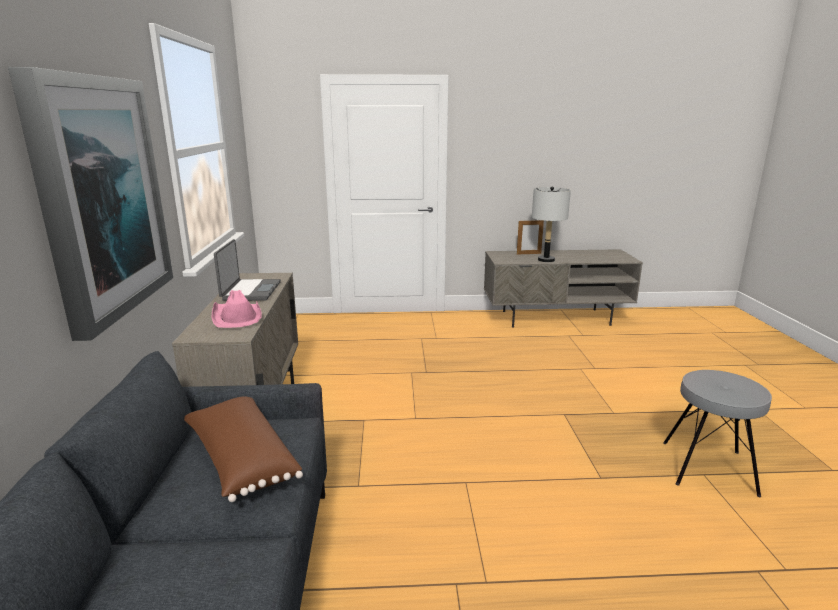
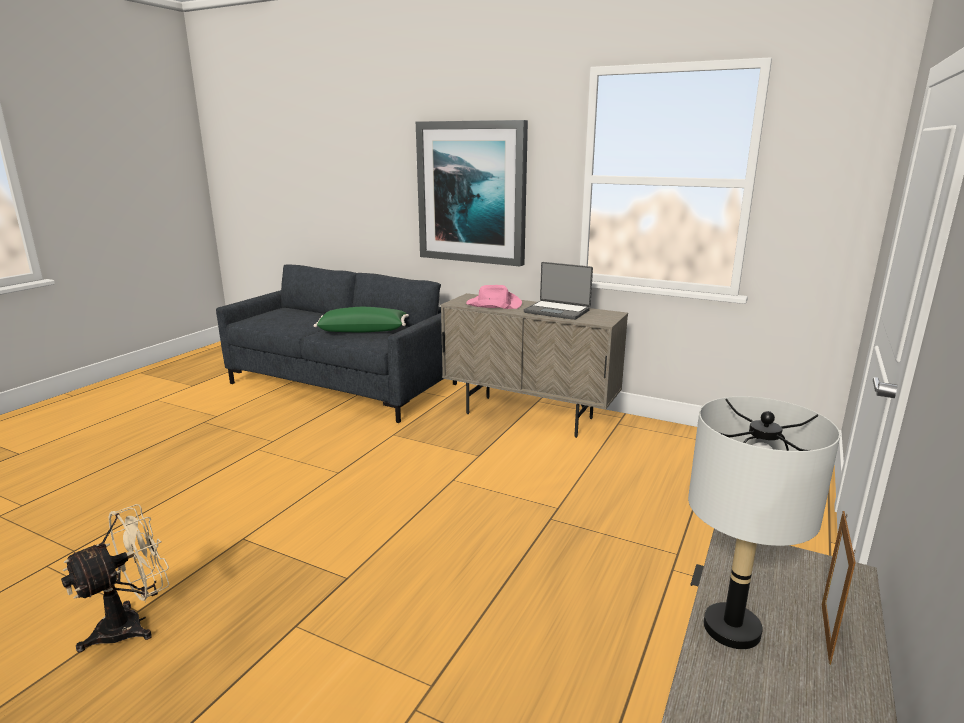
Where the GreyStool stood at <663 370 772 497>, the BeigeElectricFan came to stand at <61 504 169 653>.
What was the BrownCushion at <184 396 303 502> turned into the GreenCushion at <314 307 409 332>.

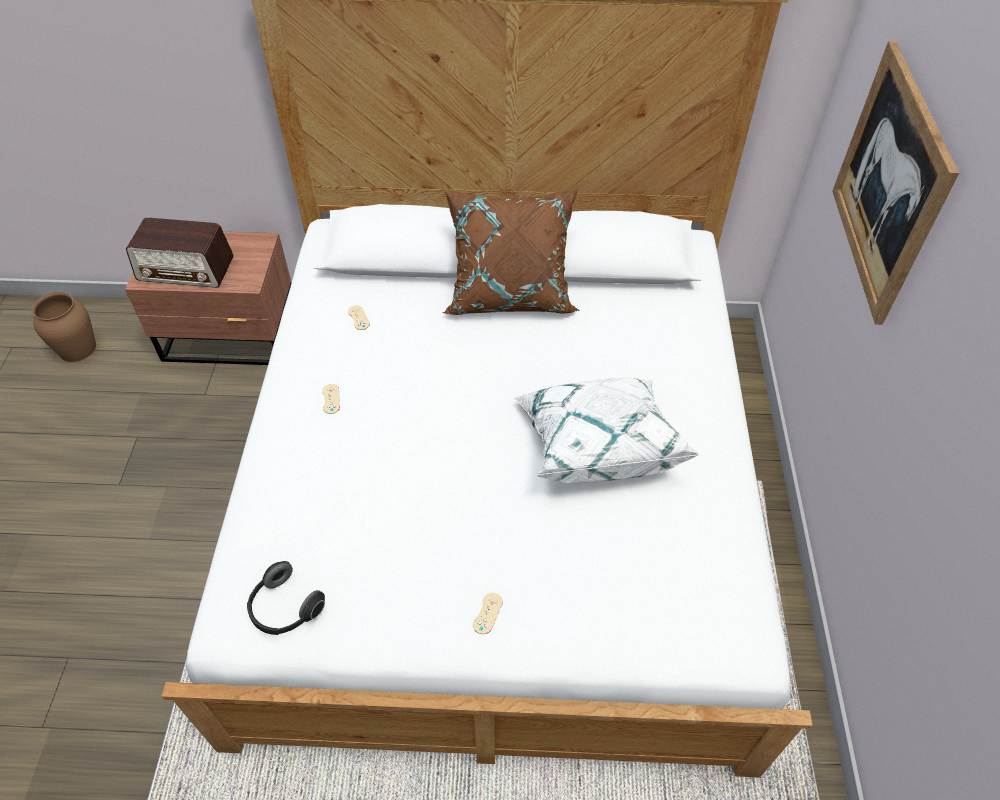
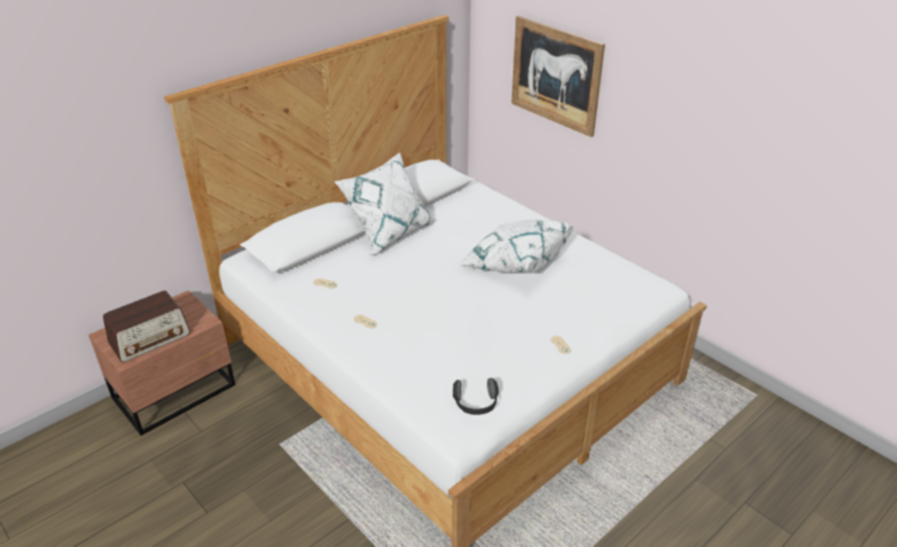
What was the BrownCushion at <443 189 580 315> turned into the WhiteColouredCushion at <334 153 436 255>.
The second view lost the BrownDecorativeVase at <32 292 96 362>.

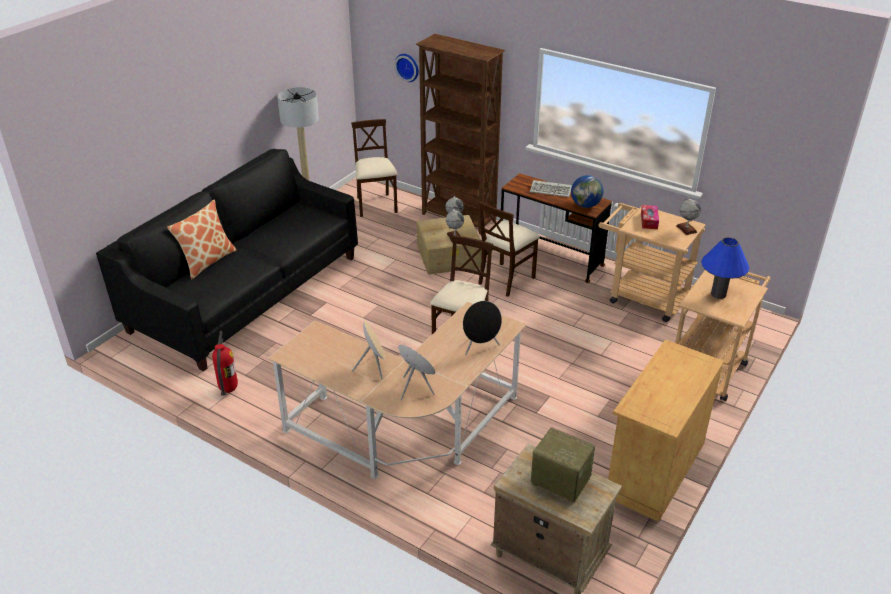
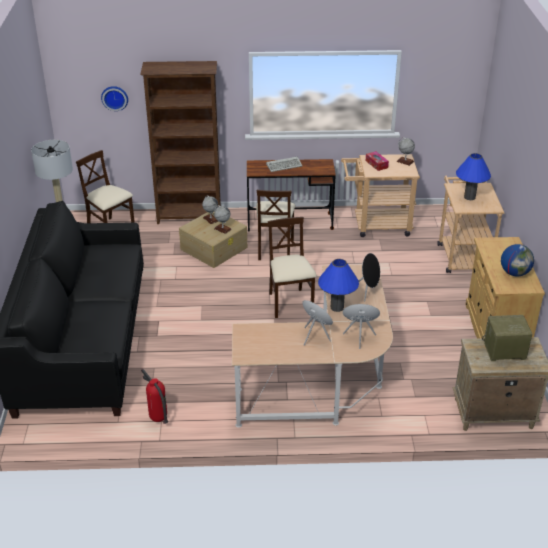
The second view gained the BluishTabletopLamp at <318 259 359 312>.
The Globe ended up elsewhere, having gone from <571 175 604 208> to <501 244 534 276>.
The second view lost the Cushion at <167 200 237 279>.

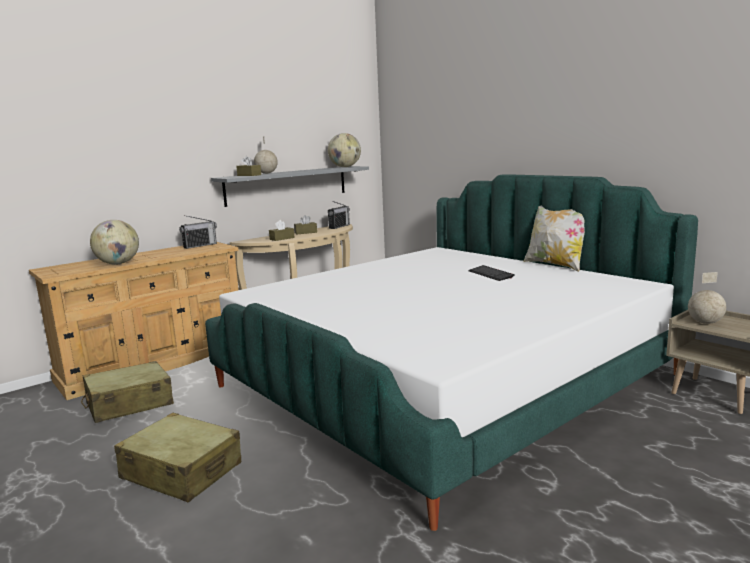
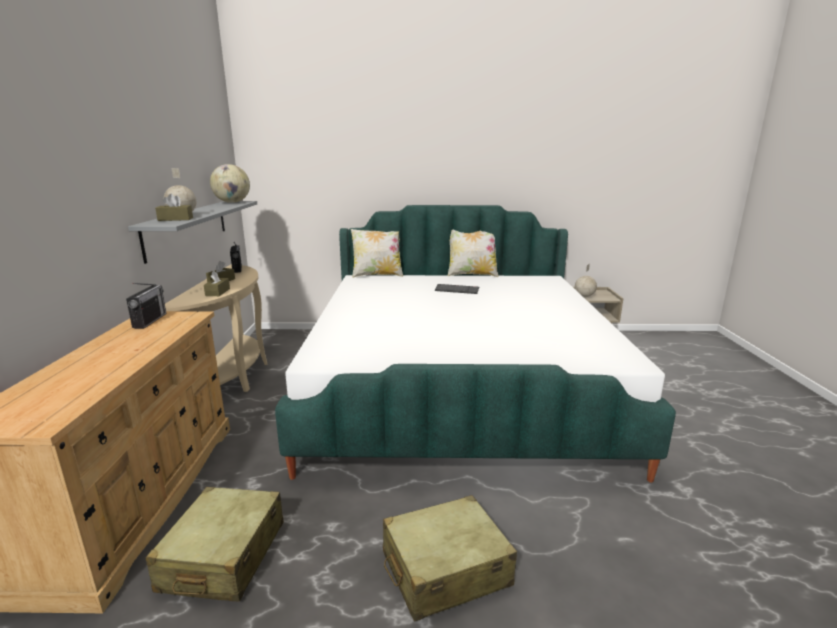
The second view gained the Cushion at <351 229 403 278>.
The second view lost the Globe at <90 220 139 264>.

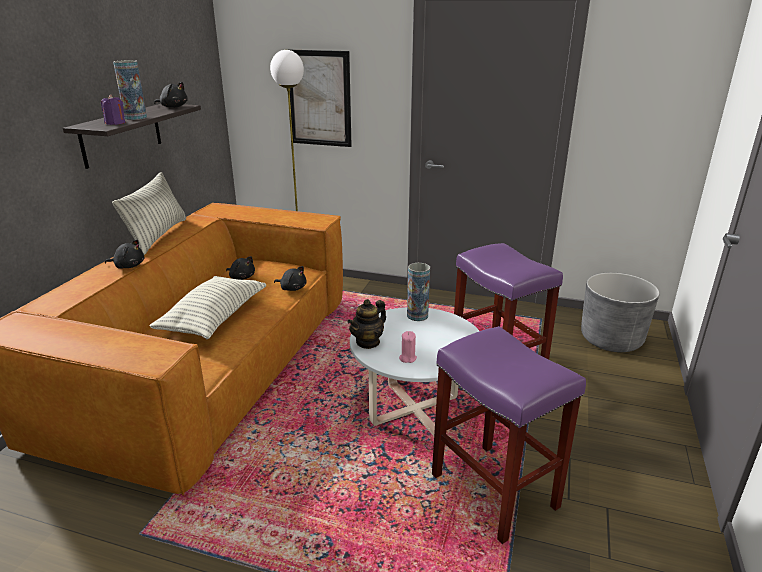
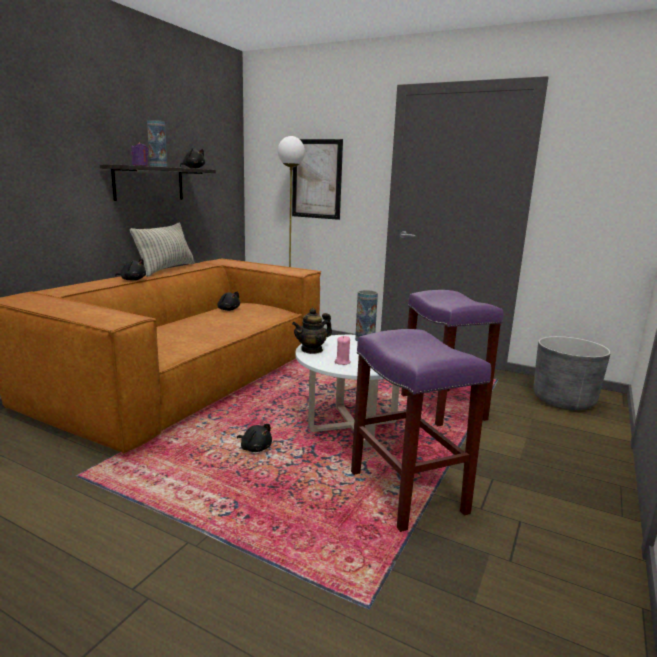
The BlackColouredPlushToy ended up elsewhere, having gone from <274 266 306 291> to <237 424 272 452>.
The second view lost the Cushion at <150 276 266 339>.

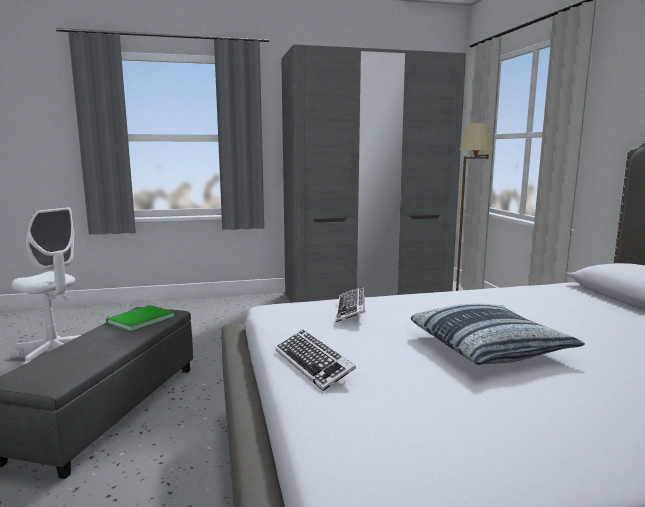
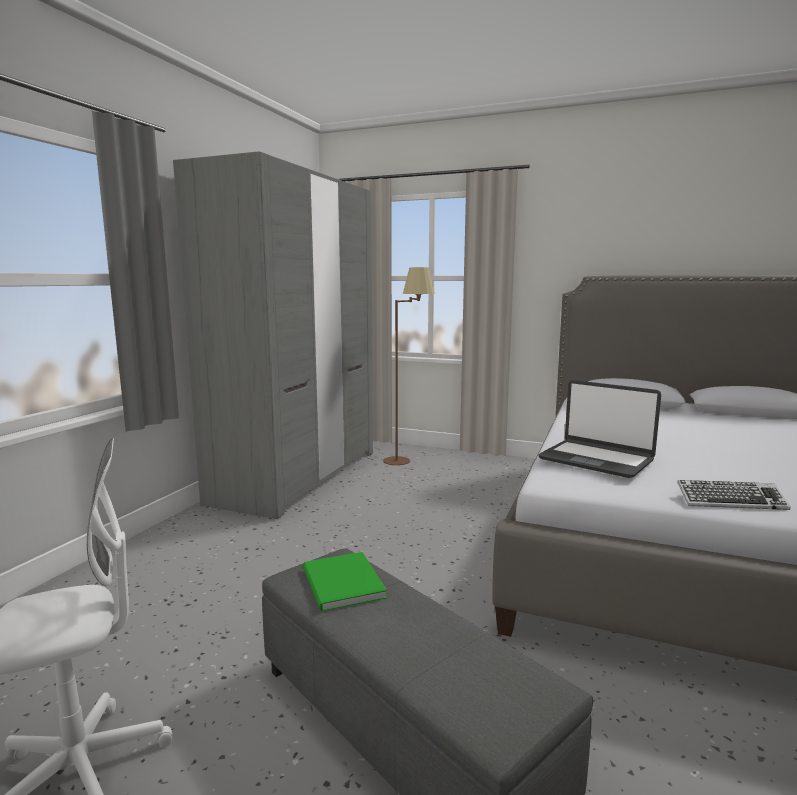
Where the PcKeyboard stood at <336 286 366 322>, the NotebookComputer came to stand at <538 380 661 478>.
The second view lost the Cushion at <411 304 585 365>.

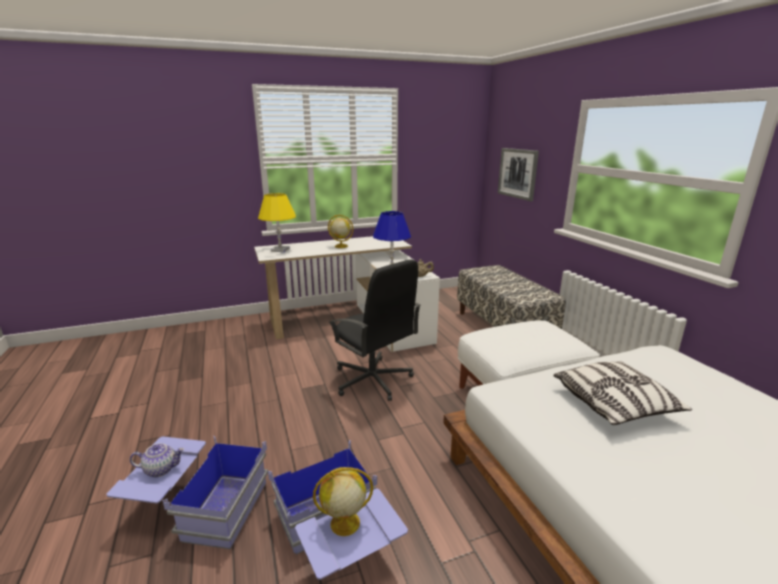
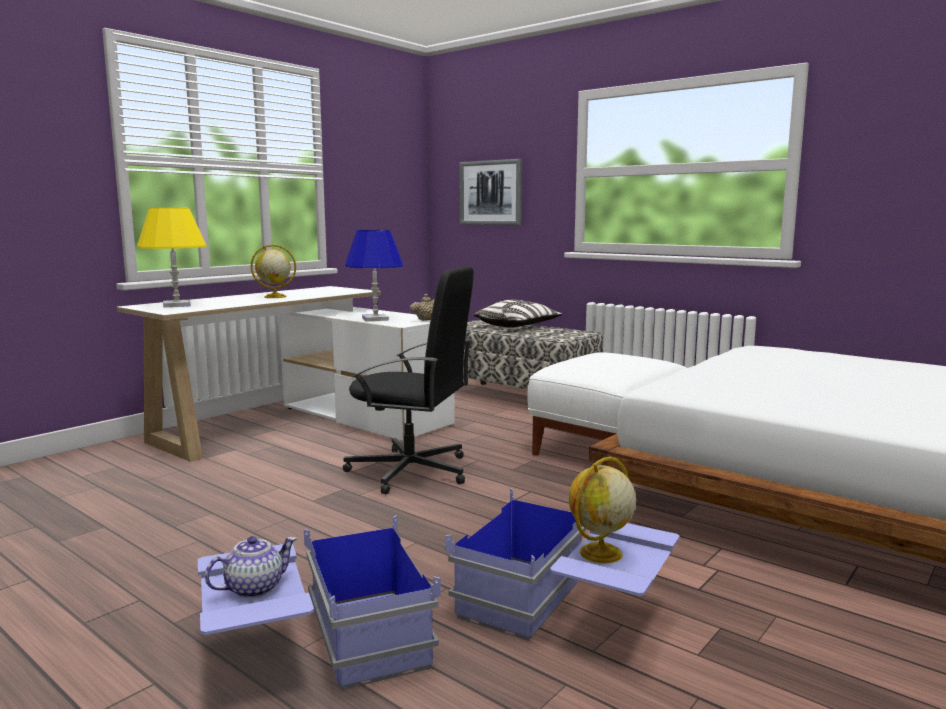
The Cushion ended up elsewhere, having gone from <553 361 692 425> to <473 300 563 327>.

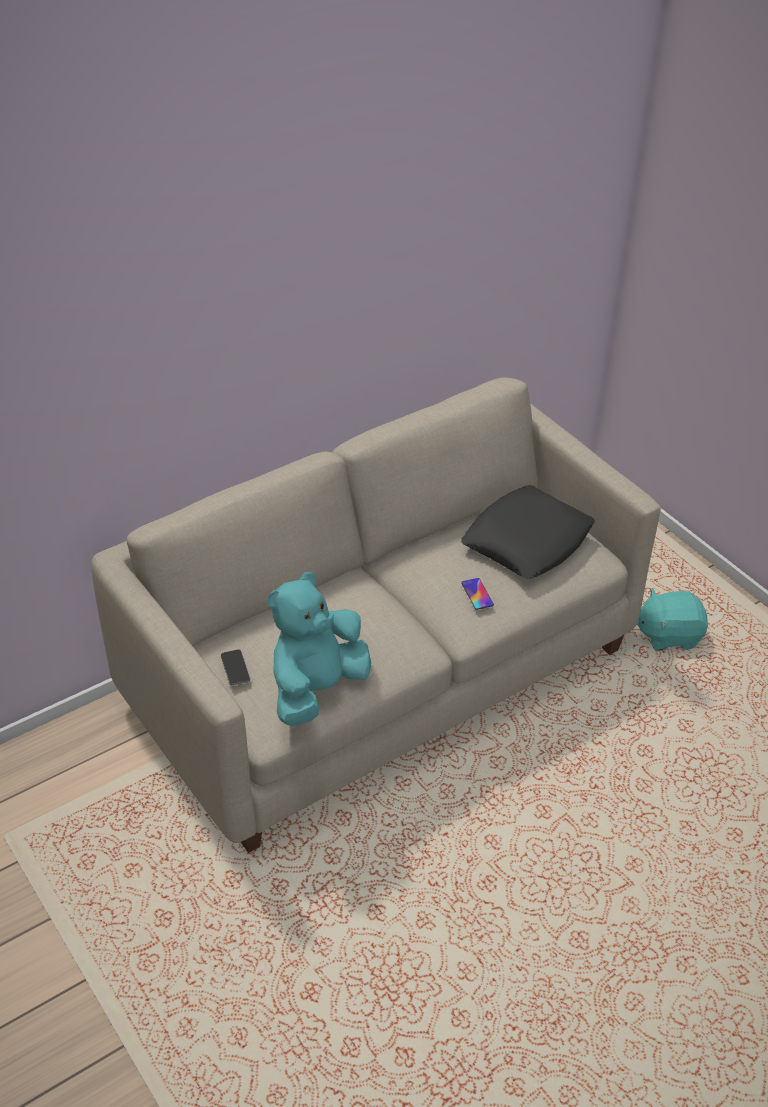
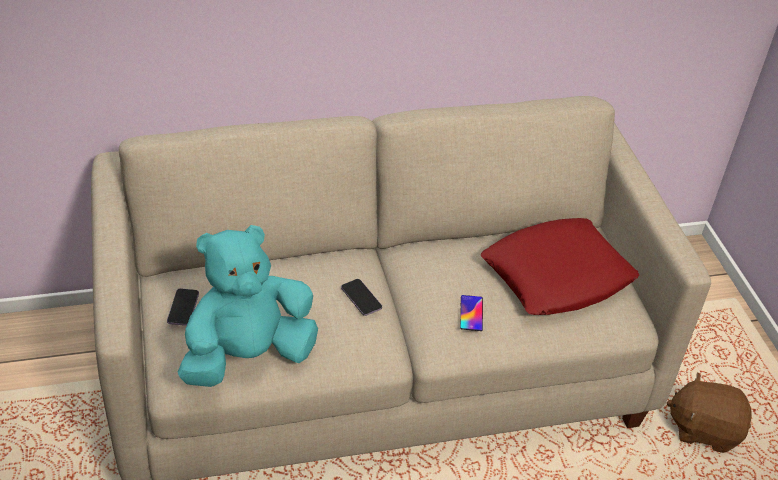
The second view gained the Phone at <341 279 382 316>.
What was the BlackColouredCushion at <461 485 595 579> turned into the ReddishCushion at <481 218 639 315>.
What was the TurquoiseColouredPlushToy at <637 589 708 651> turned into the BrownPlushToy at <666 372 752 453>.

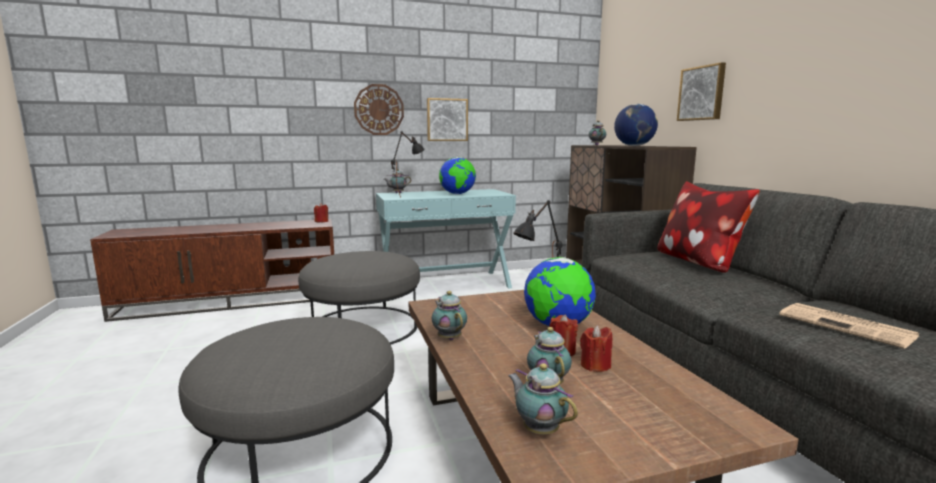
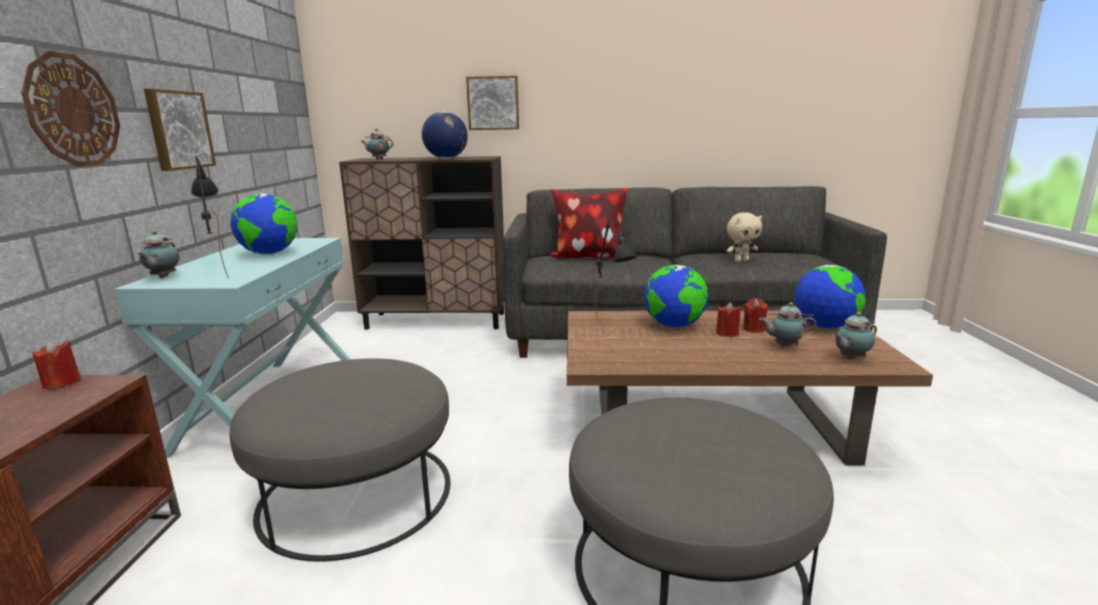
Where the Newspaper stood at <779 303 919 349>, the BeigePlushToy came to stand at <727 212 762 262>.
The second view gained the Globe at <794 265 866 329>.
The second view lost the TeaPot at <432 291 467 340>.

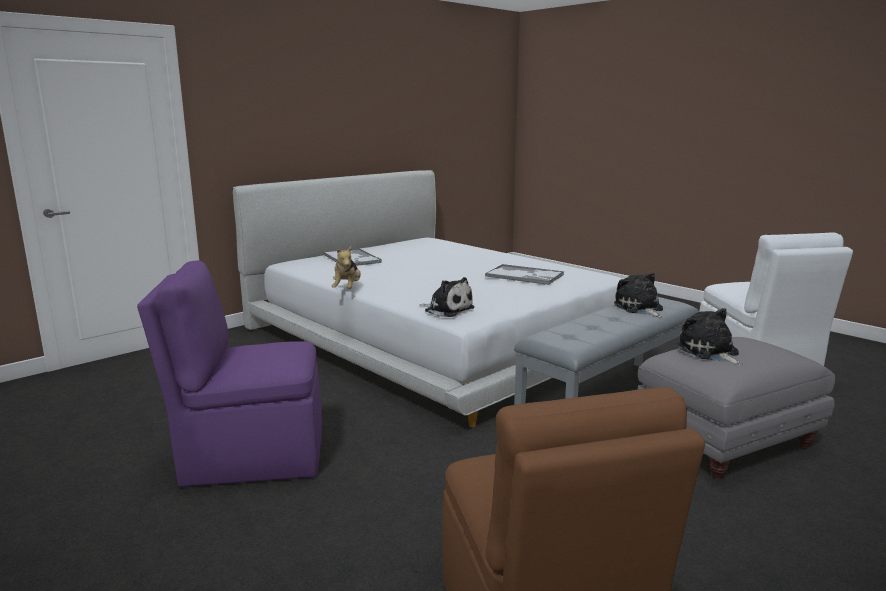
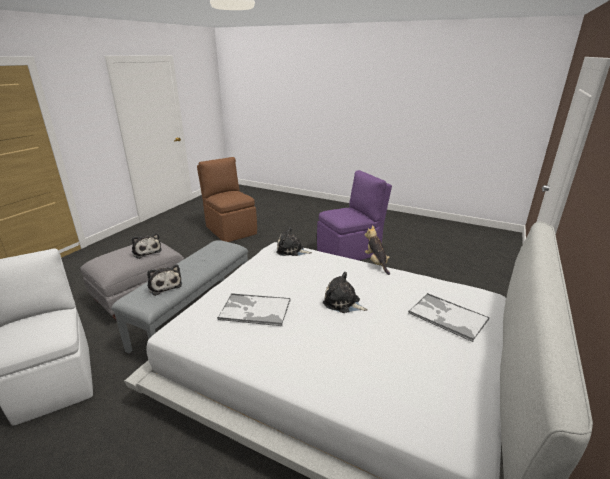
The second view gained the PlushToy at <323 272 368 313>.

